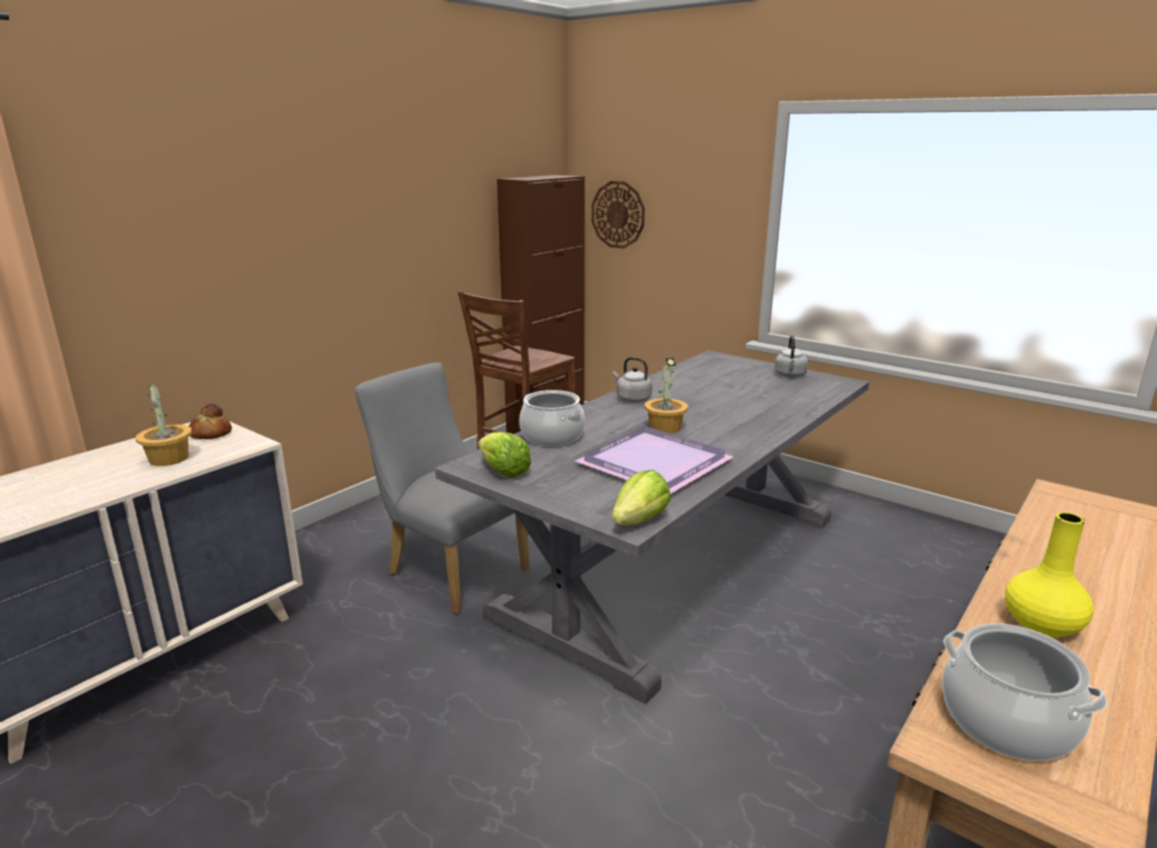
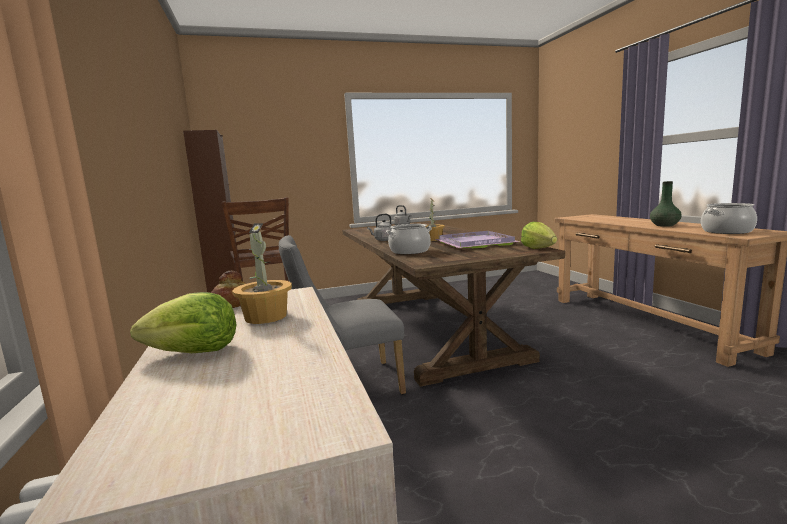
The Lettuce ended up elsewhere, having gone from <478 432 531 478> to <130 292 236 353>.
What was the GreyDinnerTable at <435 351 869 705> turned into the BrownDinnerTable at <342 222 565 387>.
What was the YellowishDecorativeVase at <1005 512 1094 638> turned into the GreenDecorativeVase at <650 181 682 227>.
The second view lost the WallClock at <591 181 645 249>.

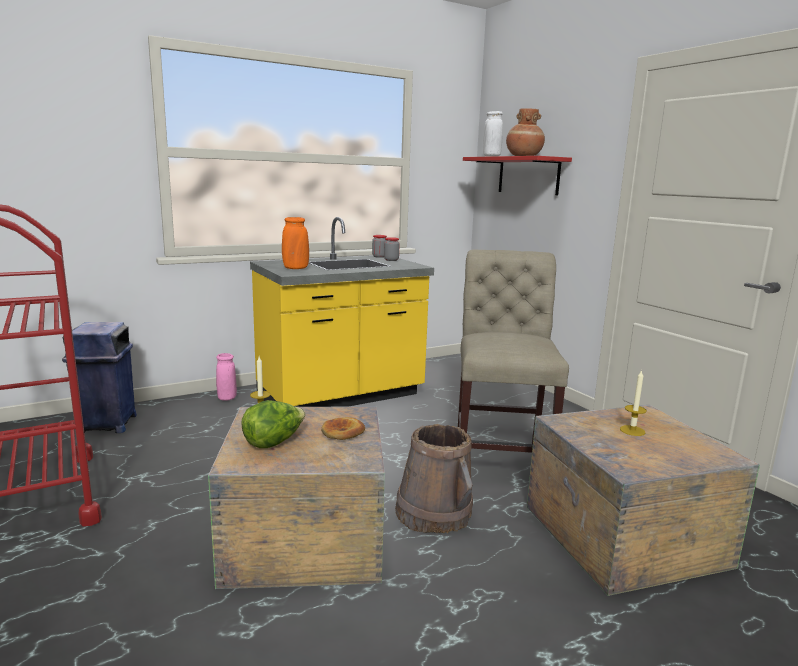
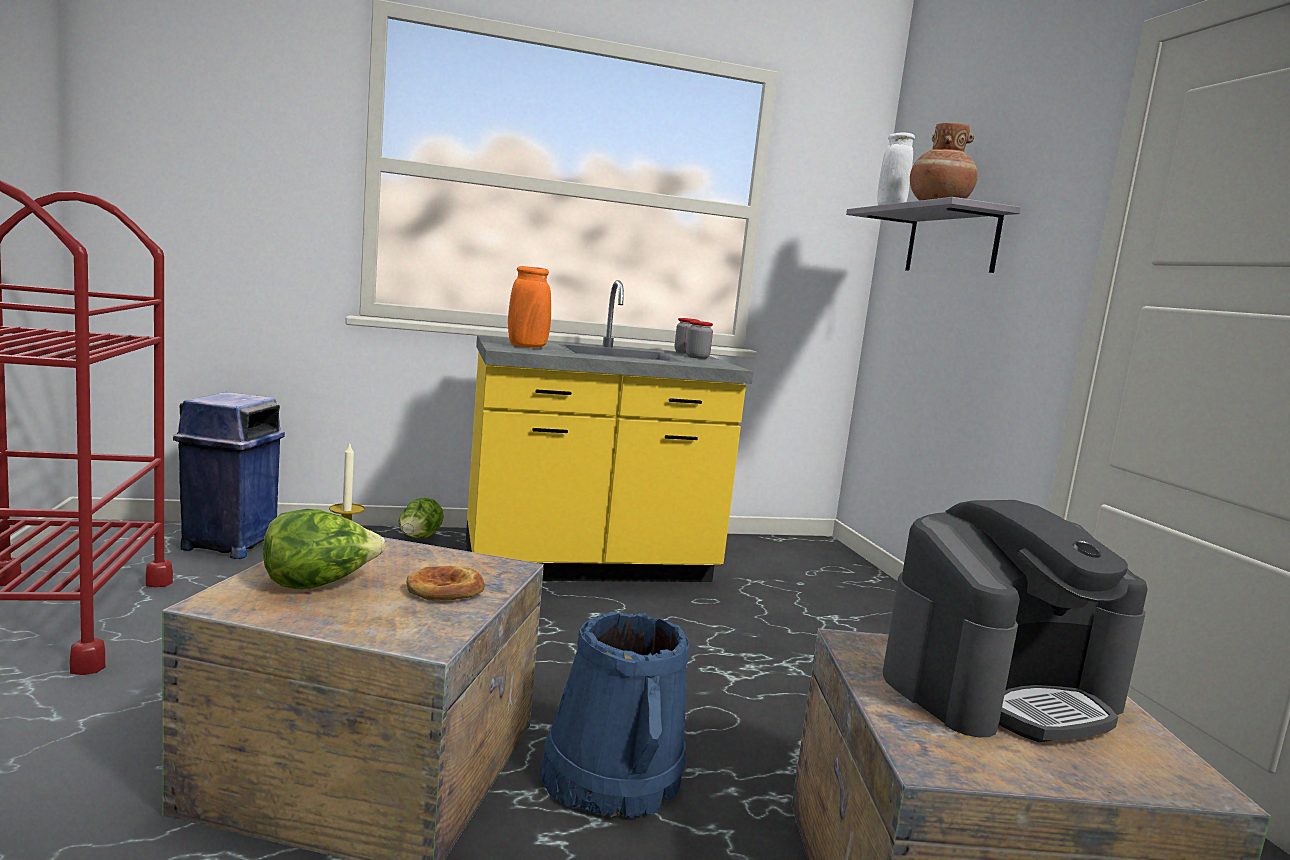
Where the PinkDecorativeVase stood at <216 353 237 401>, the Lettuce came to stand at <399 498 444 538>.
What was the BrownPail at <395 424 473 533> turned into the BluishPail at <540 612 689 818>.
What was the ReddishShelf at <463 156 572 195> turned into the GreyShelf at <846 197 1021 273>.
Where the Candle stood at <620 370 647 436>, the CoffeeBrewer came to stand at <883 500 1148 742>.
The second view lost the BeigeChair at <458 250 569 453>.

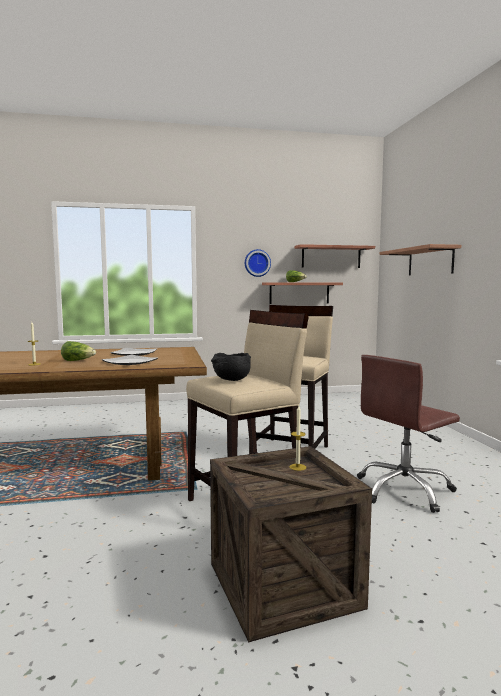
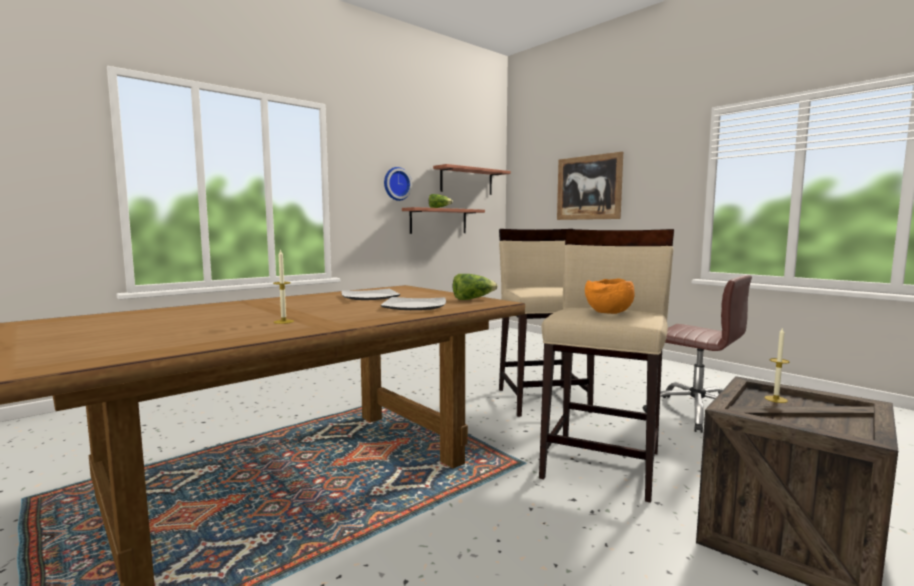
The Lettuce ended up elsewhere, having gone from <61 341 96 361> to <453 274 498 300>.
Where the Shelf hung at <380 244 461 275>, the WallArt came to hang at <557 152 623 220>.
What was the BlackColouredServingBowl at <211 353 251 381> turned into the OrangeColouredServingBowl at <585 278 635 314>.
The BrownComputerChair at <357 355 460 513> ended up facing another way, 75 degrees counterclockwise from before.

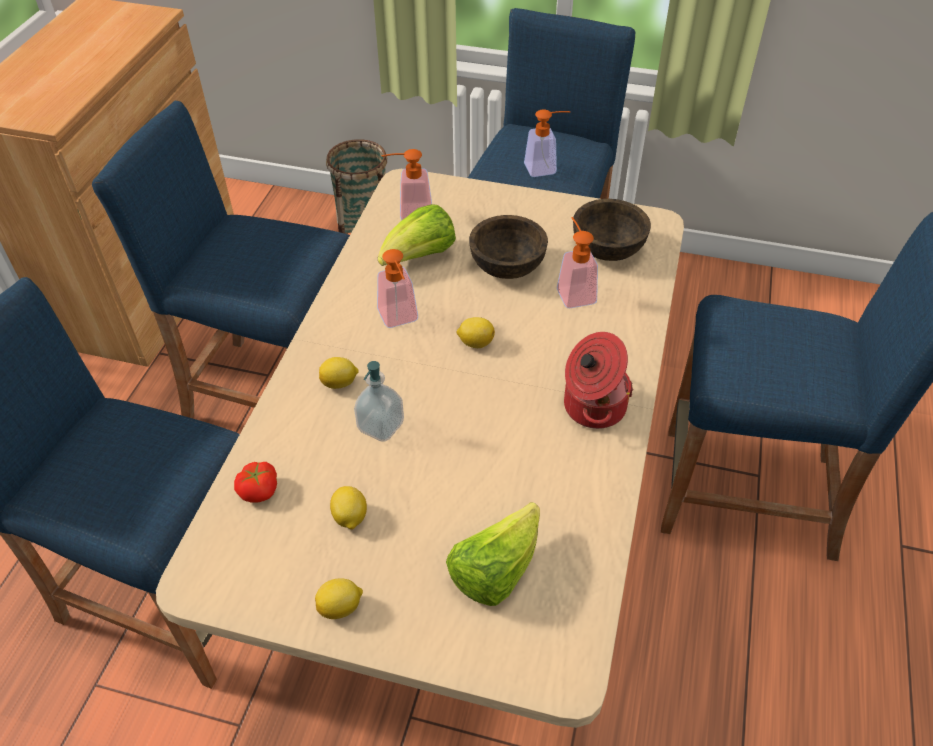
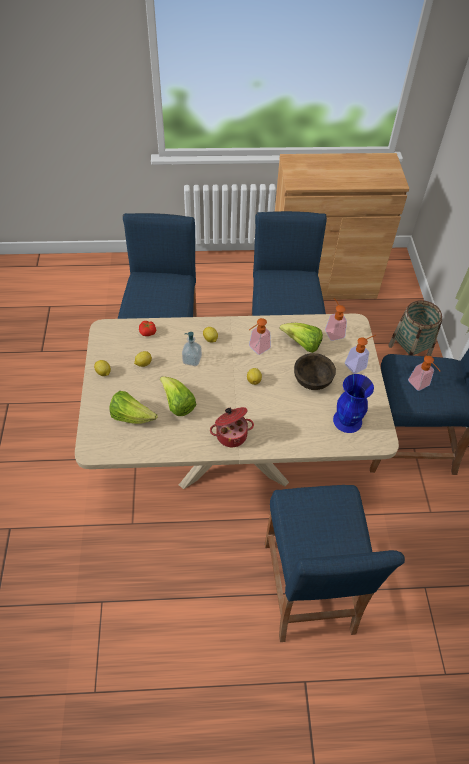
The second view gained the Lettuce at <160 376 196 416>.
Where the BrownServingBowl stood at <573 199 651 261>, the BluishDecorativeVase came to stand at <333 374 374 433>.
The SoapDispenser ended up elsewhere, having gone from <557 217 598 308> to <345 335 376 374>.

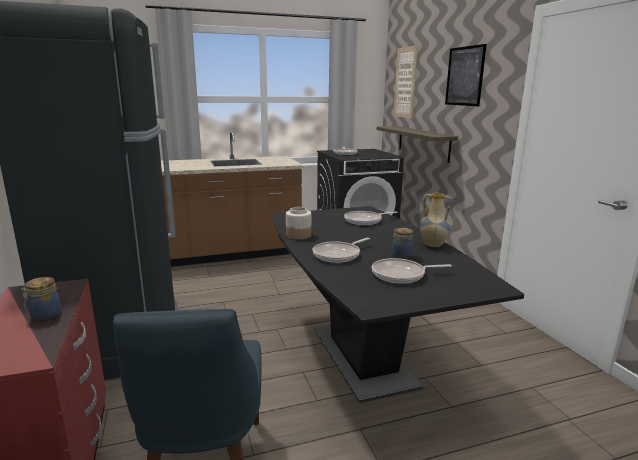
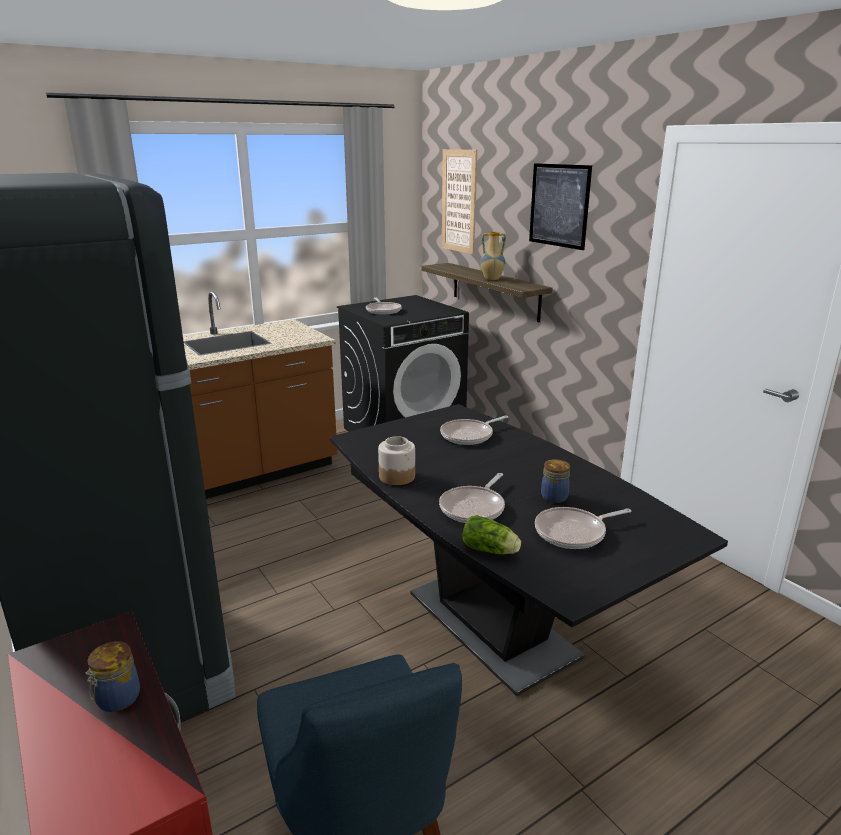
The second view gained the Lettuce at <462 515 521 554>.
The DecorativeVase ended up elsewhere, having gone from <420 193 452 247> to <480 232 506 280>.

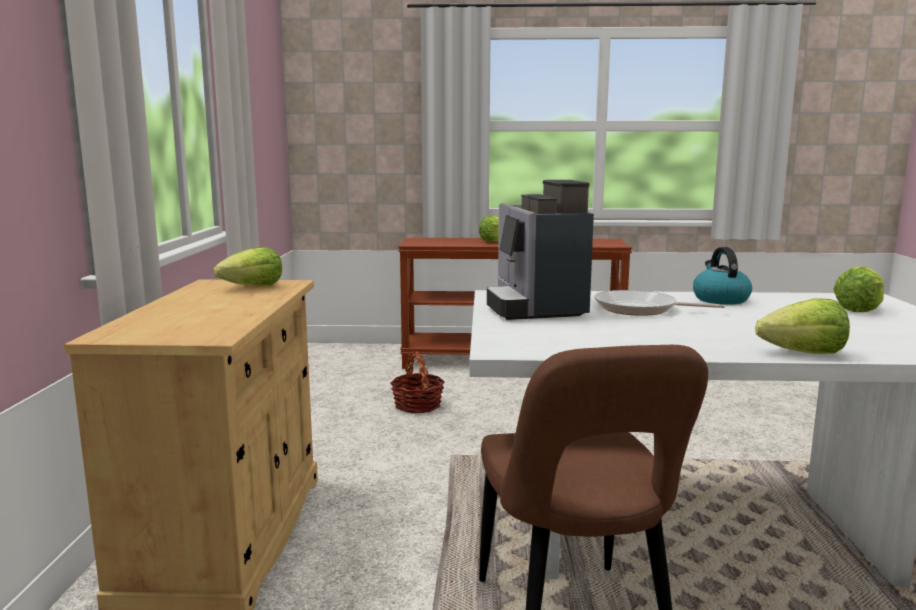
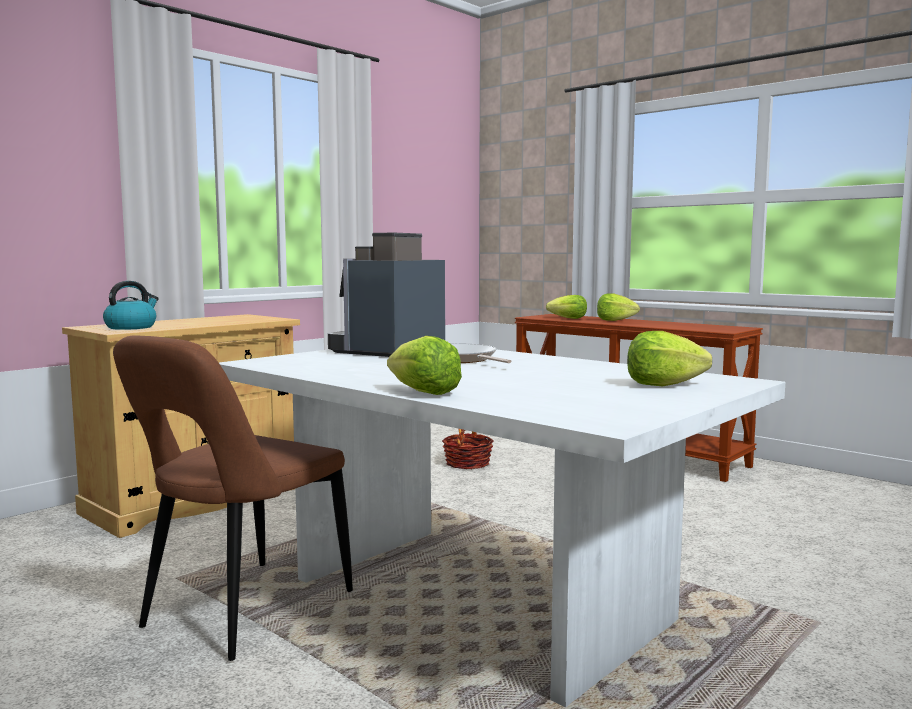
The Kettle ended up elsewhere, having gone from <693 247 752 305> to <103 281 159 330>.
The Lettuce ended up elsewhere, having gone from <214 247 282 286> to <546 295 587 319>.

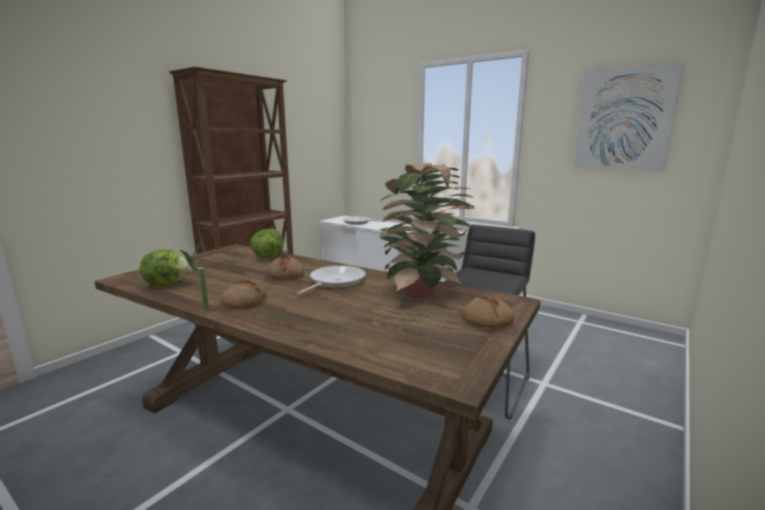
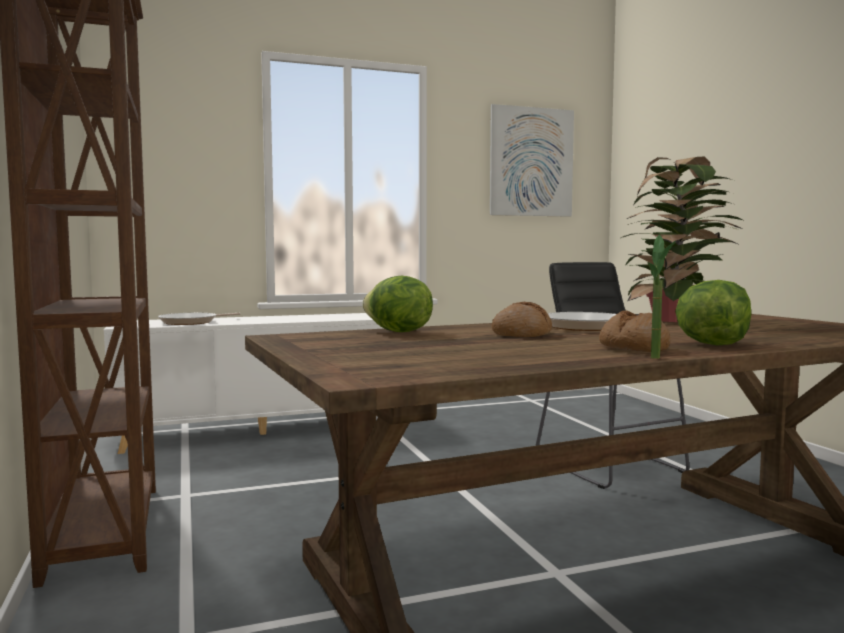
The Lettuce ended up elsewhere, having gone from <140 249 192 287> to <675 280 751 345>.
The second view lost the BakedBread at <462 296 514 328>.

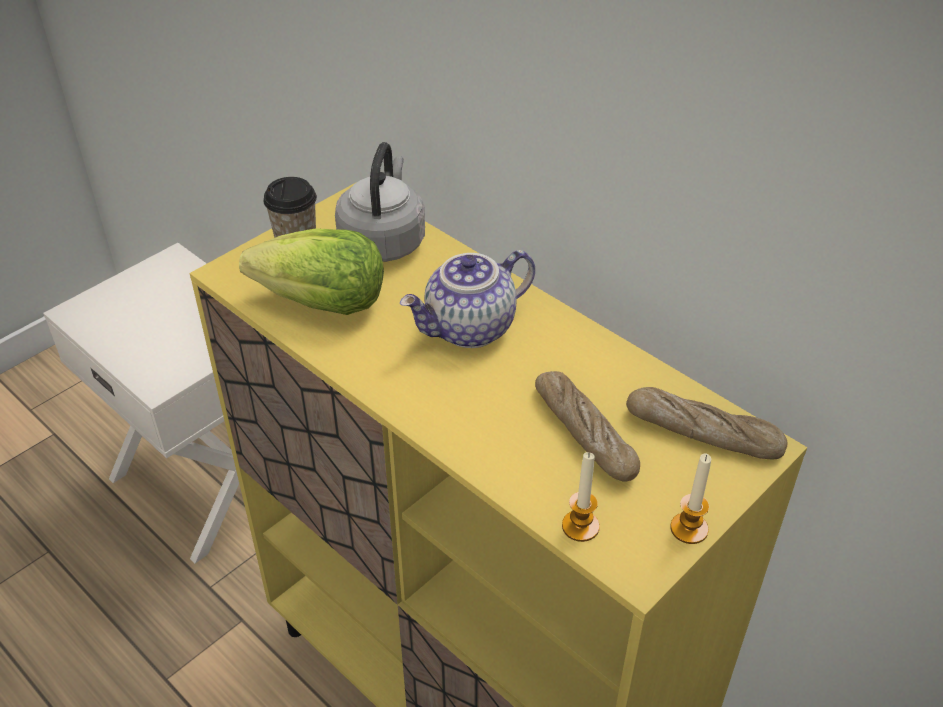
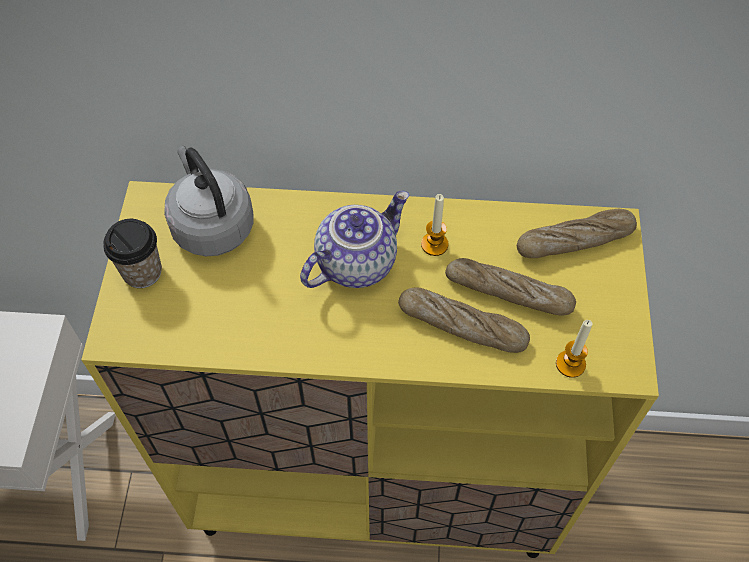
The TeaPot at <400 250 535 348> ended up facing another way, 150 degrees counterclockwise from before.
The second view gained the BakedBread at <398 287 530 353>.
The Candle ended up elsewhere, having gone from <670 454 711 544> to <421 194 449 256>.
The second view lost the Lettuce at <239 228 384 315>.

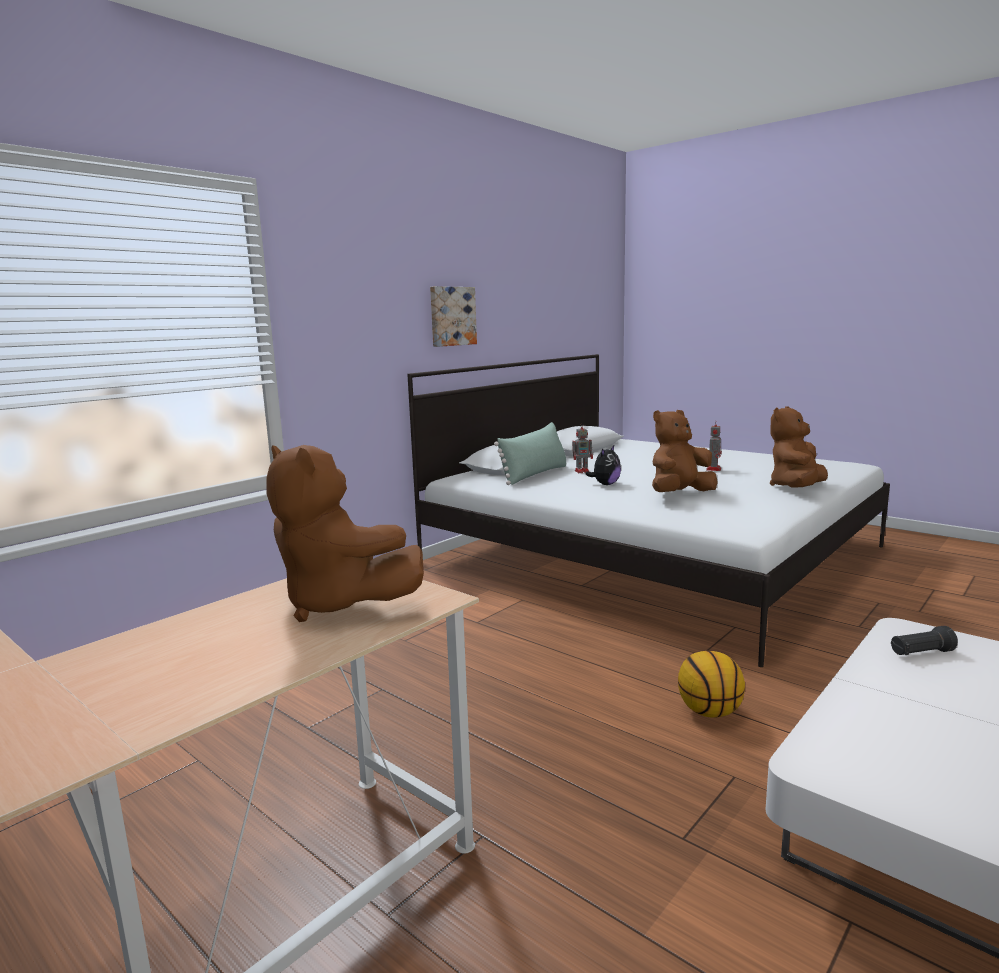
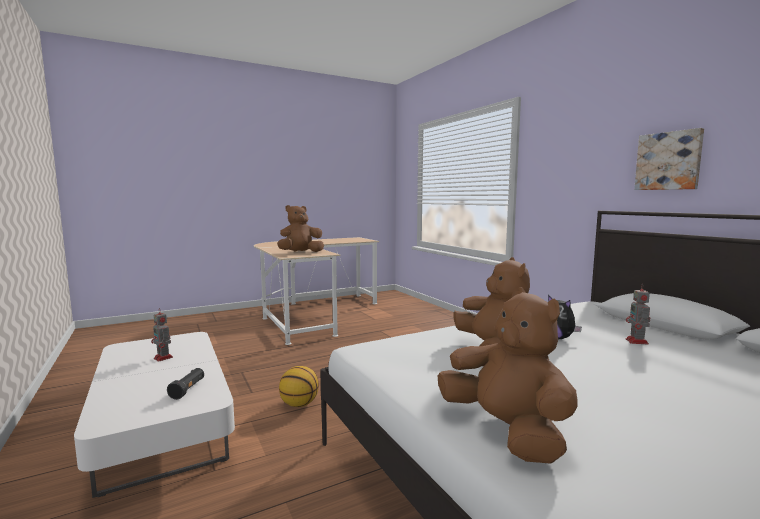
The RobotFigure ended up elsewhere, having gone from <706 425 722 471> to <151 308 173 362>.
The second view lost the GreenCushion at <494 422 566 485>.

